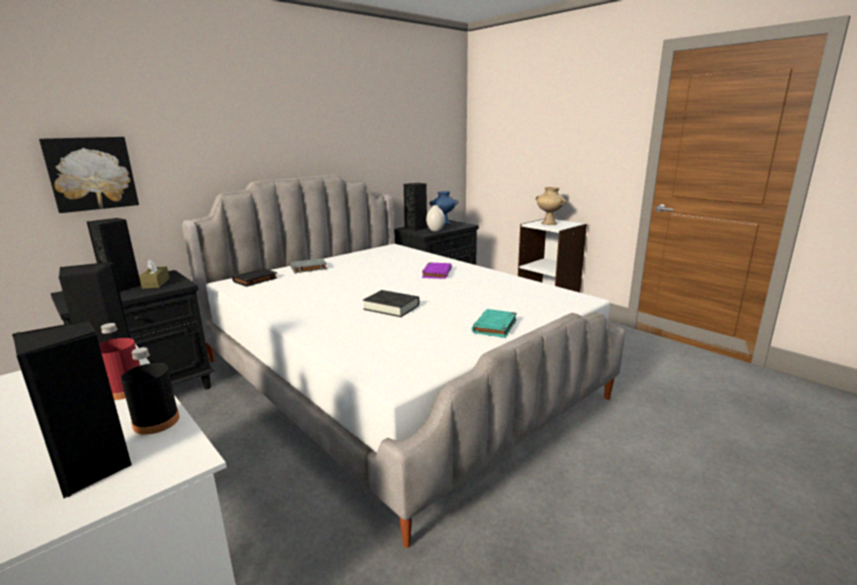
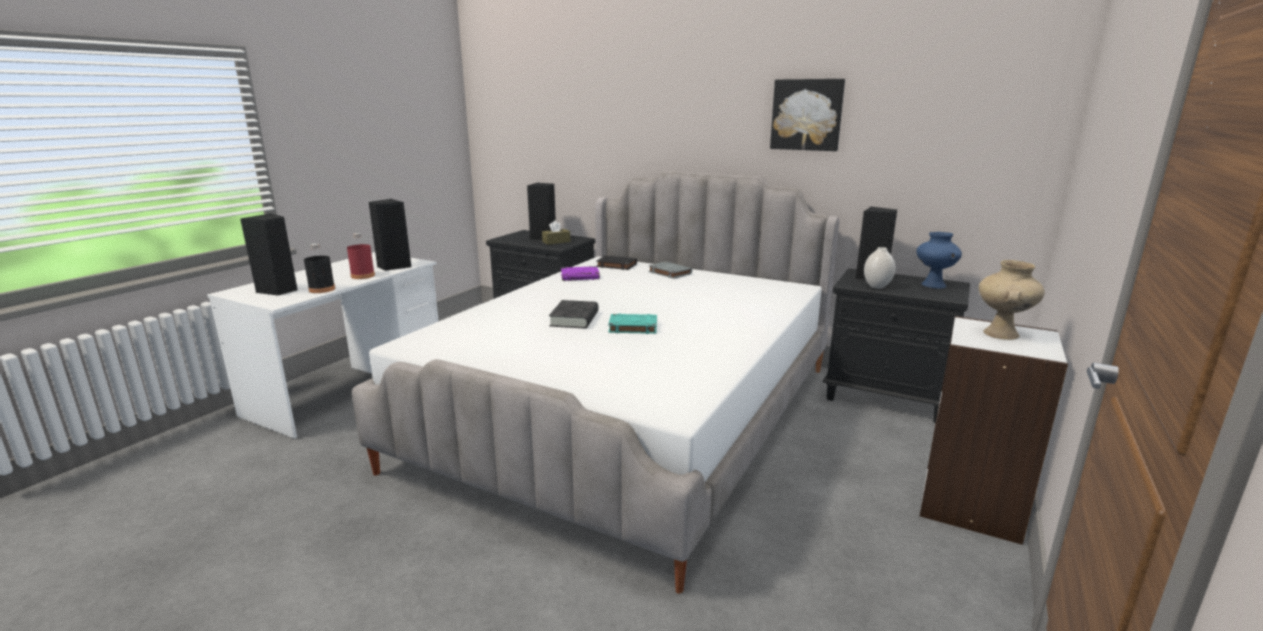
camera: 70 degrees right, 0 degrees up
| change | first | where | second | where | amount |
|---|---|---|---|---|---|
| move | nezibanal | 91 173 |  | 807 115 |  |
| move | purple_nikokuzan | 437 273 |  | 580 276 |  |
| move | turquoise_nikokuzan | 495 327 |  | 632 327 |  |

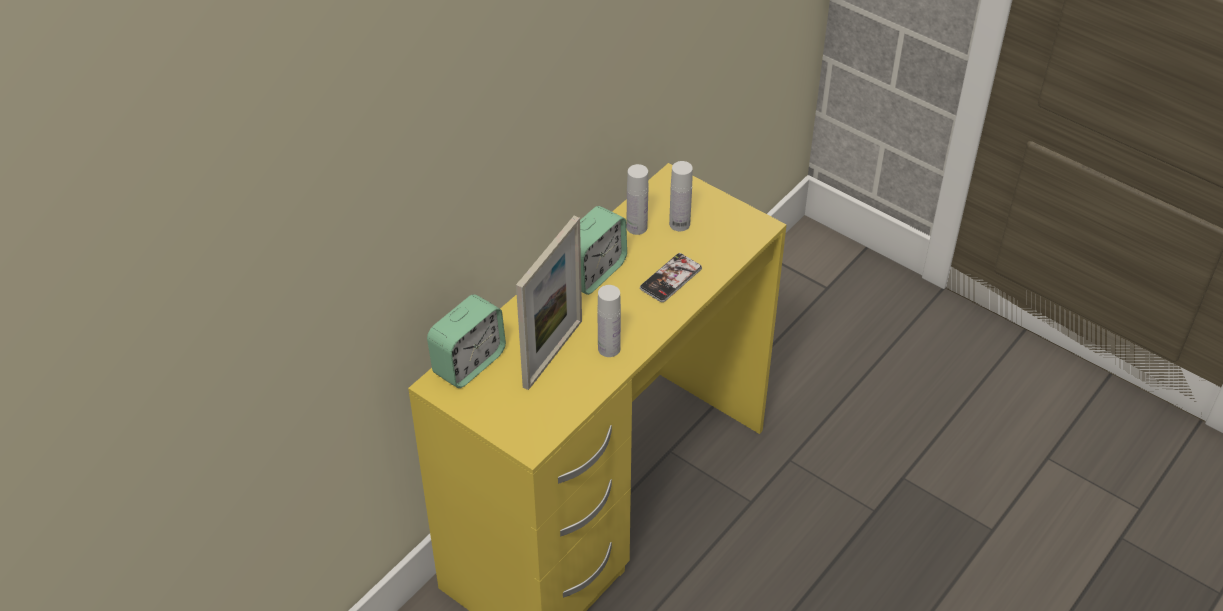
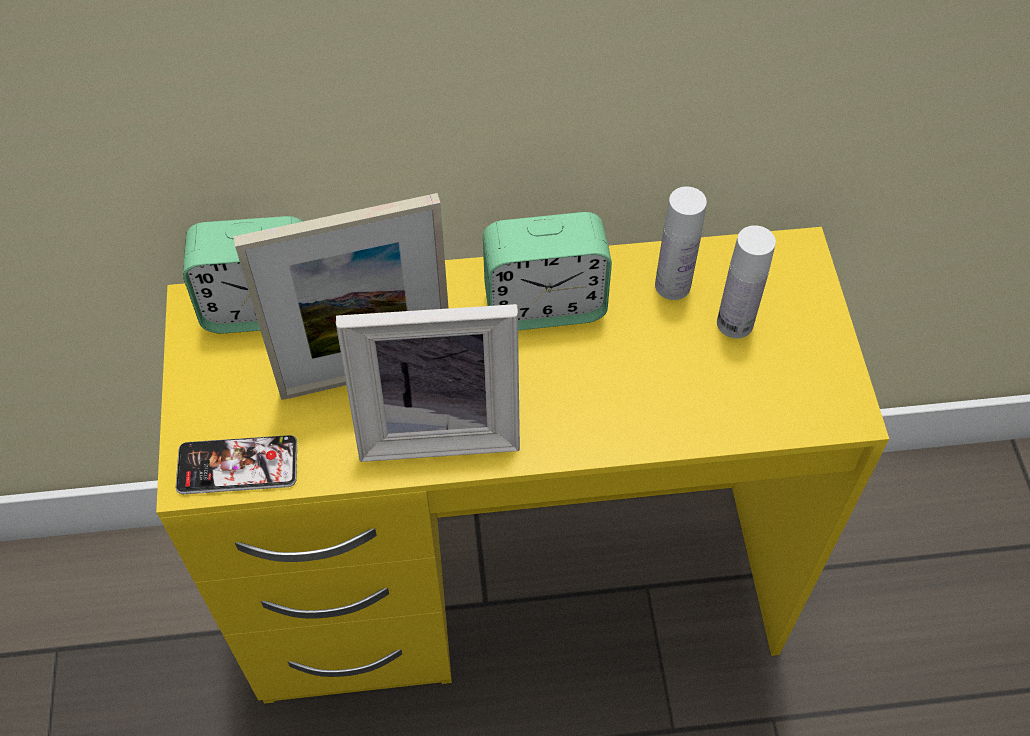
camera: 45 degrees right, 10 degrees up
| change | first | where | second | where | amount |
|---|---|---|---|---|---|
| move | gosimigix | 671 278 |  | 237 466 |  |
| replace | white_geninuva | 609 348 | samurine | 438 425 |  |

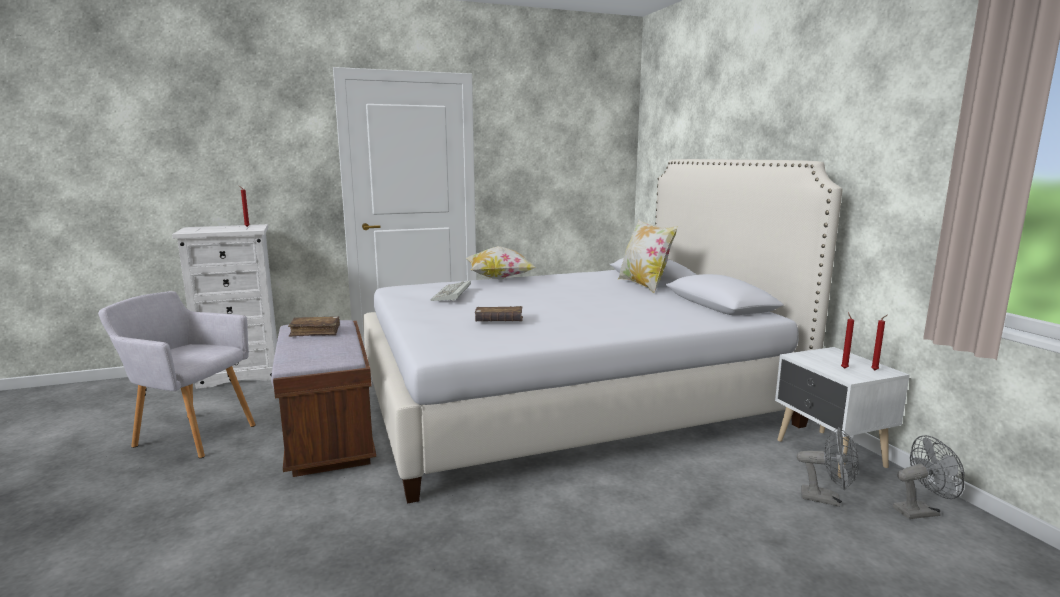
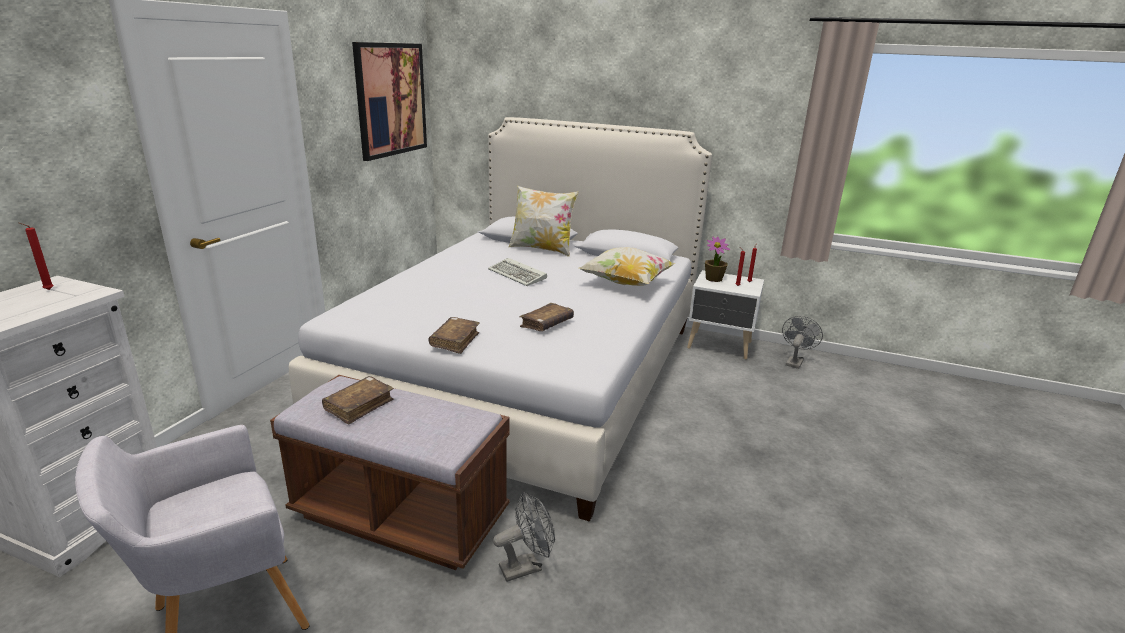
camera: 50 degrees left, 10 degrees up
| change | first | where | second | where | amount |
|---|---|---|---|---|---|
| insert |  |  | nezibanal | 391 99 |  |
| insert |  |  | brown_nikokuzan | 455 341 |  |
| insert |  |  | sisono | 714 279 |  |
| move | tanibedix | 452 294 |  | 518 275 |  |
| move | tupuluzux | 499 279 |  | 626 283 |  |
| move | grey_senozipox | 827 499 |  | 526 566 |  |

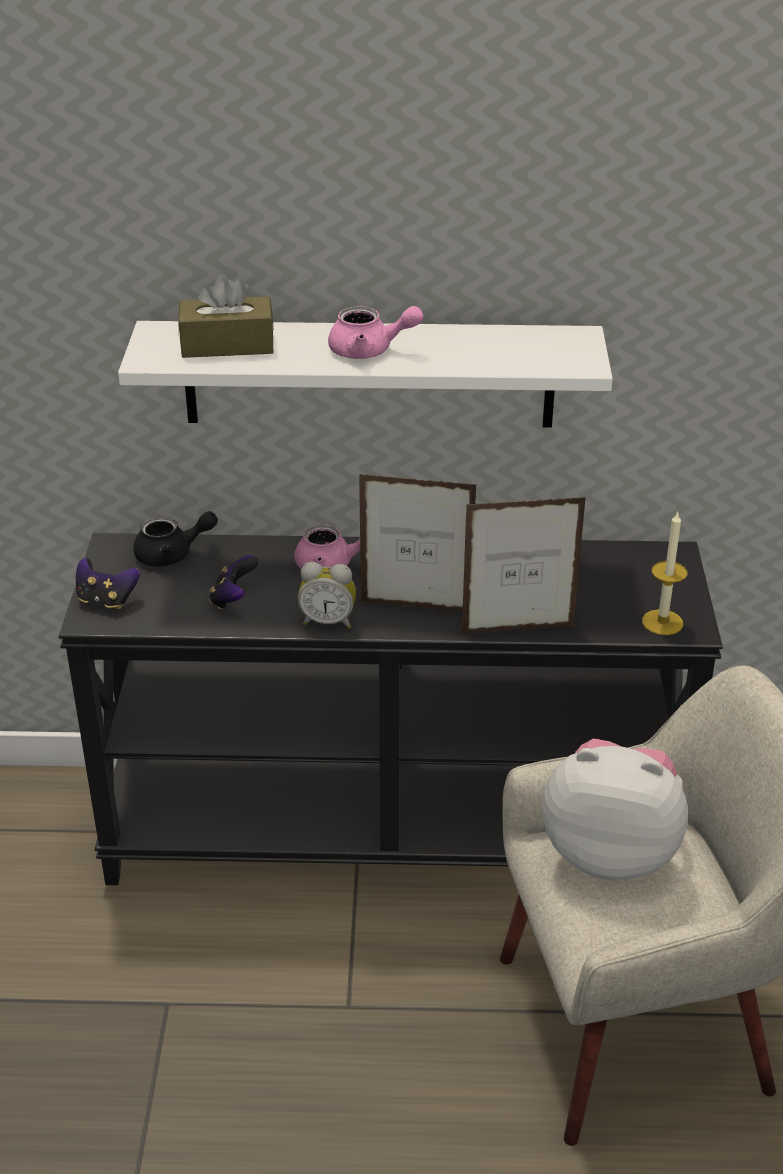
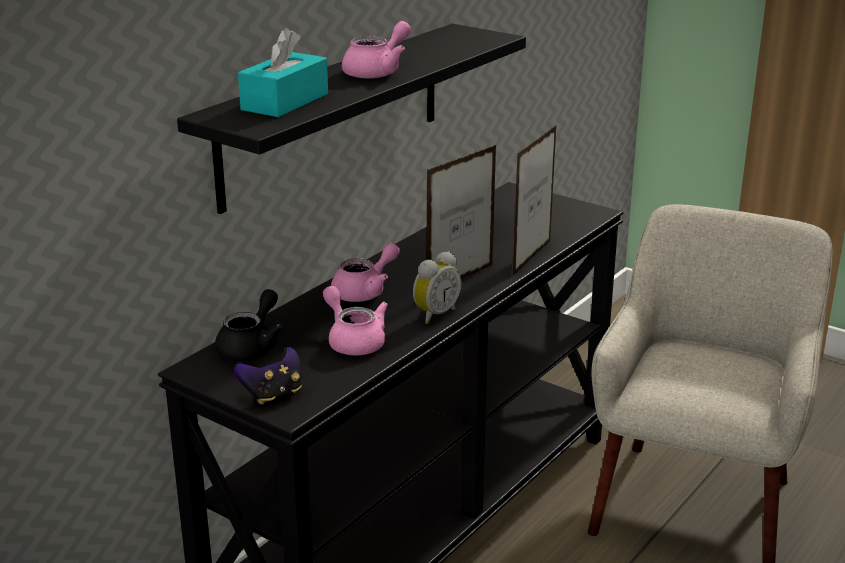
camera: 55 degrees left, 10 degrees down
| change | first | where | second | where | amount |
|---|---|---|---|---|---|
| delete | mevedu | 610 851 |  |  |  |
| delete | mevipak | 662 622 |  |  |  |
| replace | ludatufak | 233 599 | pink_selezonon | 353 341 |  |
| recolor | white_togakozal | 369 374 | black_togakozal | 333 114 |  |
| recolor | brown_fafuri | 227 345 | turquoise_fafuri | 285 102 |  |

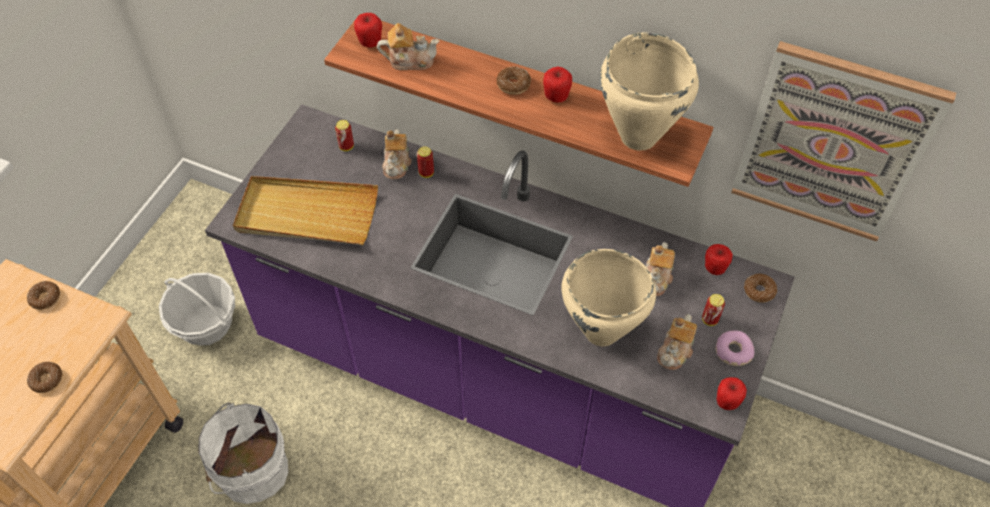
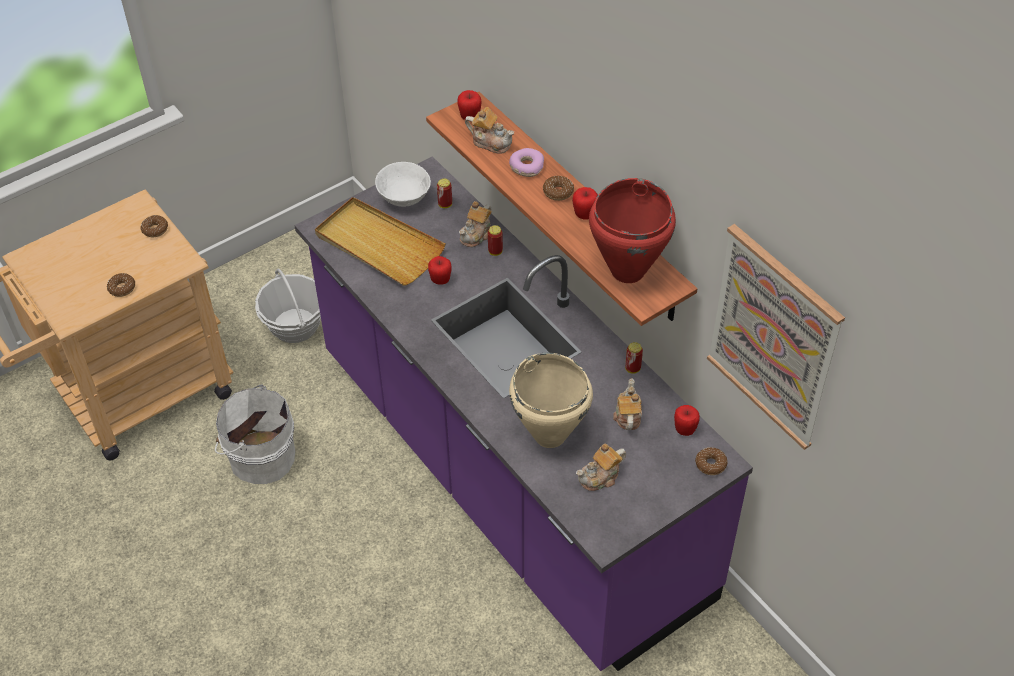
camera: 30 degrees right, 5 degrees down
| change | first | where | second | where | amount |
|---|---|---|---|---|---|
| insert |  |  | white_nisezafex | 403 199 |  |
| move | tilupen | 710 319 |  | 632 368 |  |
| move | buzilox | 733 351 |  | 526 167 |  |
| move | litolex | 727 402 |  | 440 280 |  |
| recolor | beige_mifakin | 638 137 | red_mifakin | 627 271 |  |
| rotate | selezonon | 656 279 |  | 627 415 | 135 degrees clockwise |

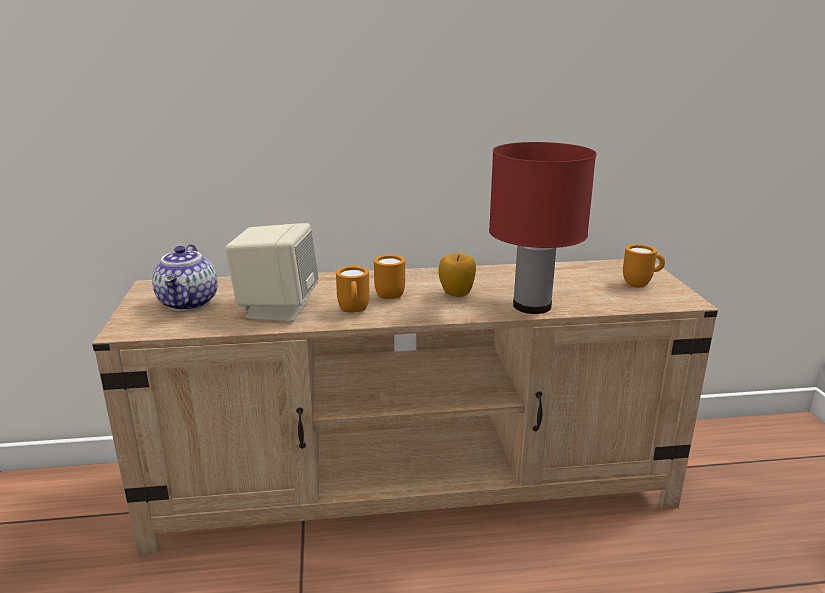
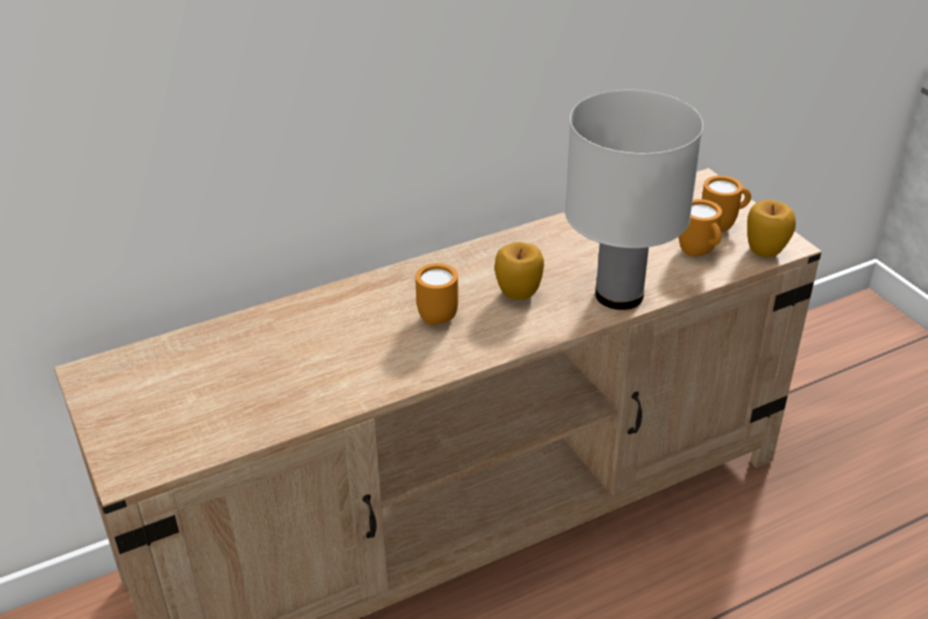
camera: 20 degrees left, 15 degrees up
| change | first | where | second | where | amount |
|---|---|---|---|---|---|
| delete | selezonon | 190 303 |  |  |  |
| delete | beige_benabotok | 277 309 |  |  |  |
| insert |  |  | litolex | 765 250 |  |
| move | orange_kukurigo | 354 312 |  | 699 253 |  |
| recolor | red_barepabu | 533 306 | white_barepabu | 620 295 |  |

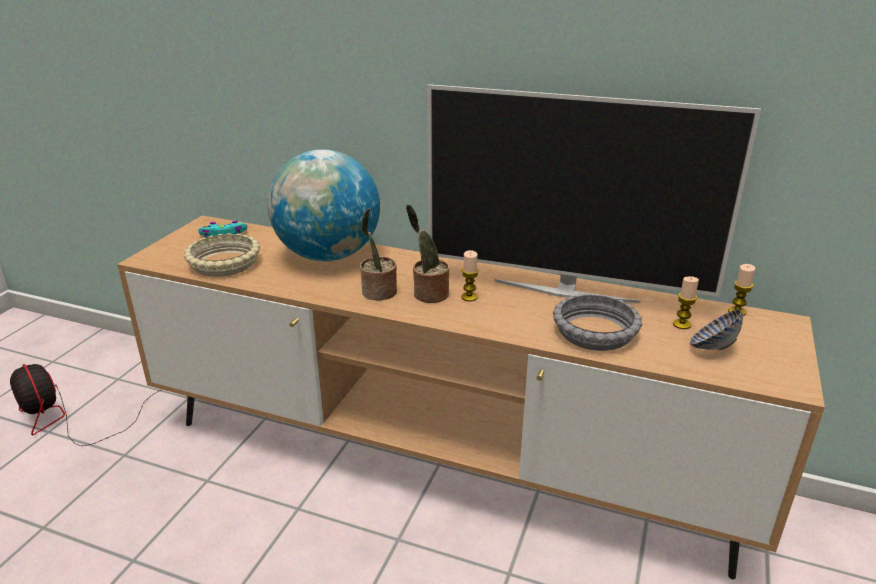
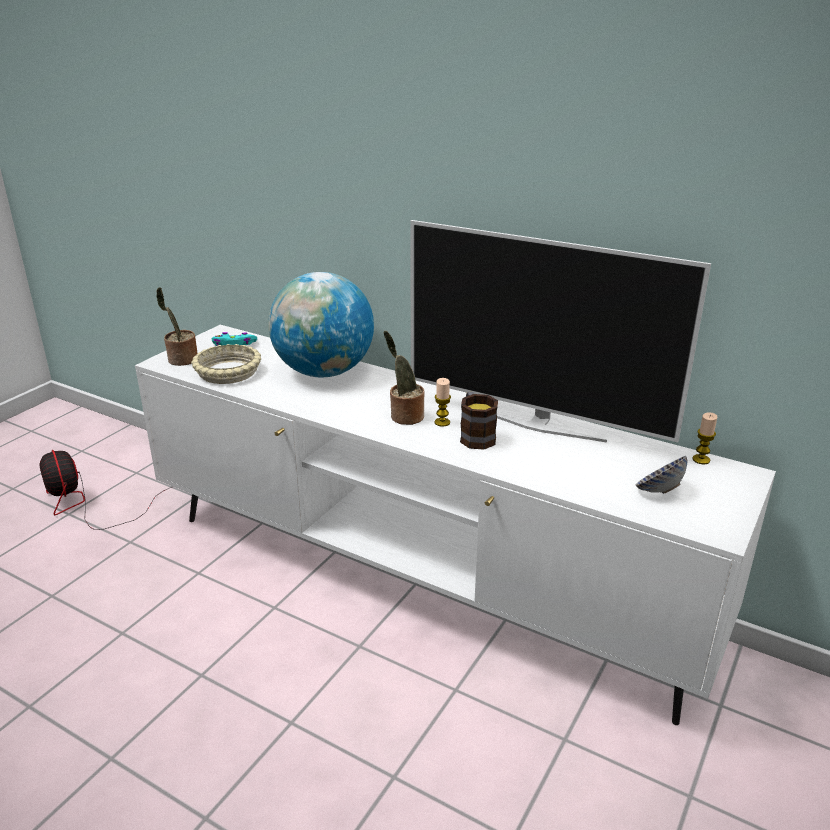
camera: 10 degrees right, 0 degrees up
| change | first | where | second | where | amount |
|---|---|---|---|---|---|
| delete | grey_nisezafex | 595 332 |  |  |  |
| delete | mevipak | 682 324 |  |  |  |
| insert |  |  | kukurigo | 475 435 |  |
| move | sisono | 378 293 |  | 181 360 |  |
| recolor | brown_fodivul | 439 460 | white_fodivul | 416 580 |  |

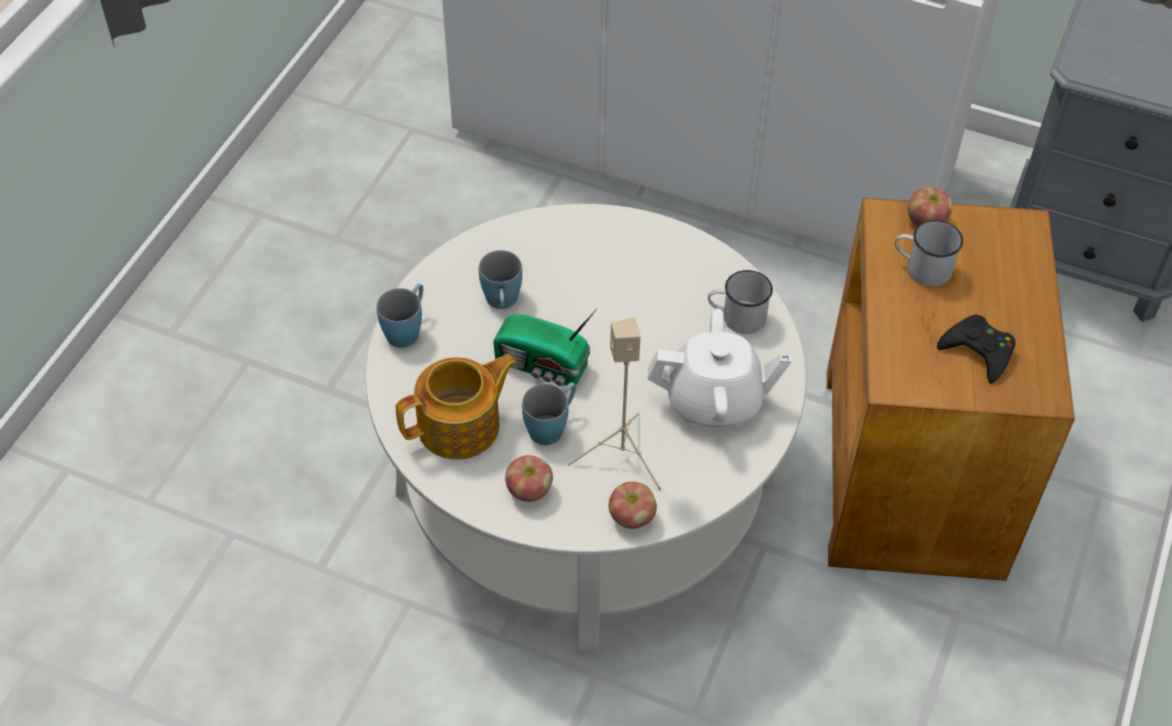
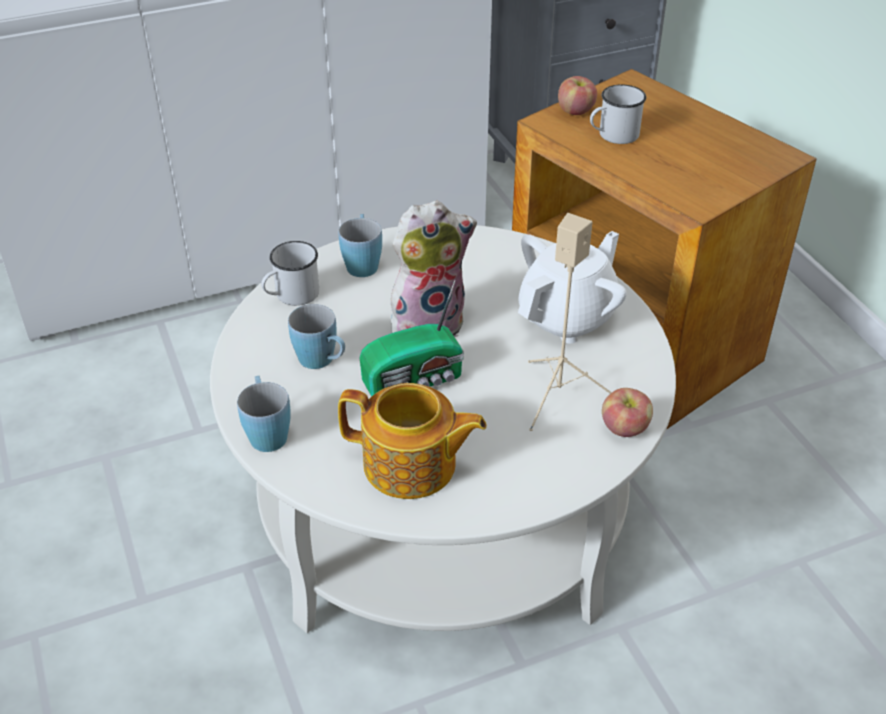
camera: 45 degrees left, 10 degrees down
| change | first | where | second | where | amount |
|---|---|---|---|---|---|
| delete | litolex | 529 491 |  |  |  |
| delete | black_ludatufak | 978 352 |  |  |  |
| insert |  |  | mevedu | 428 323 |  |
| move | blue_kukurigo | 552 426 |  | 362 262 |  |
| move | white_kukurigo | 737 317 |  | 291 296 |  |
| rotate | selezonon | 461 426 |  | 411 466 | 90 degrees clockwise |

